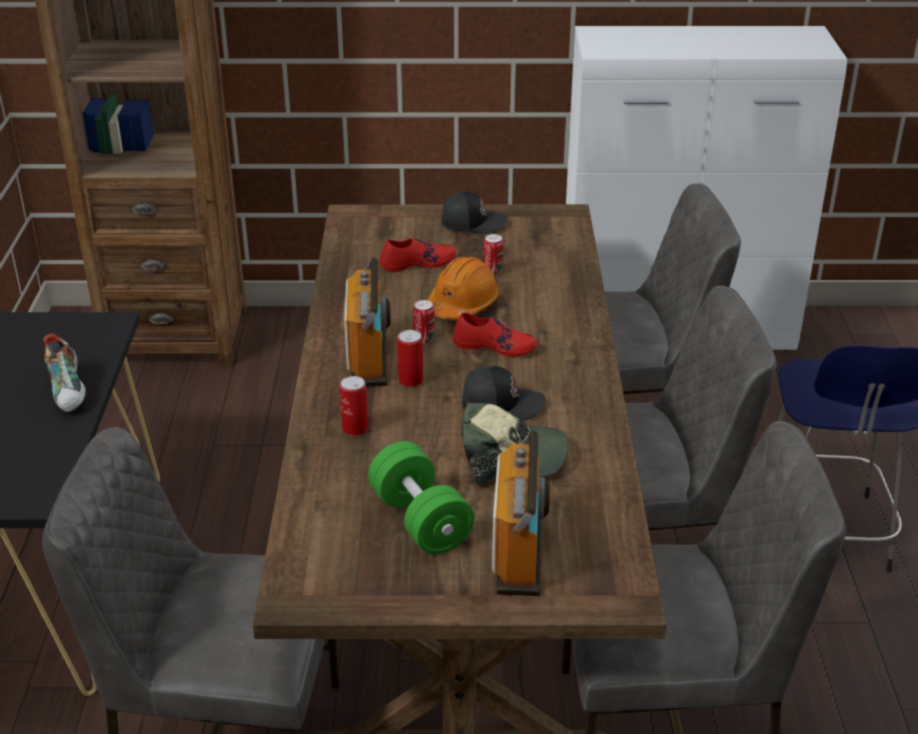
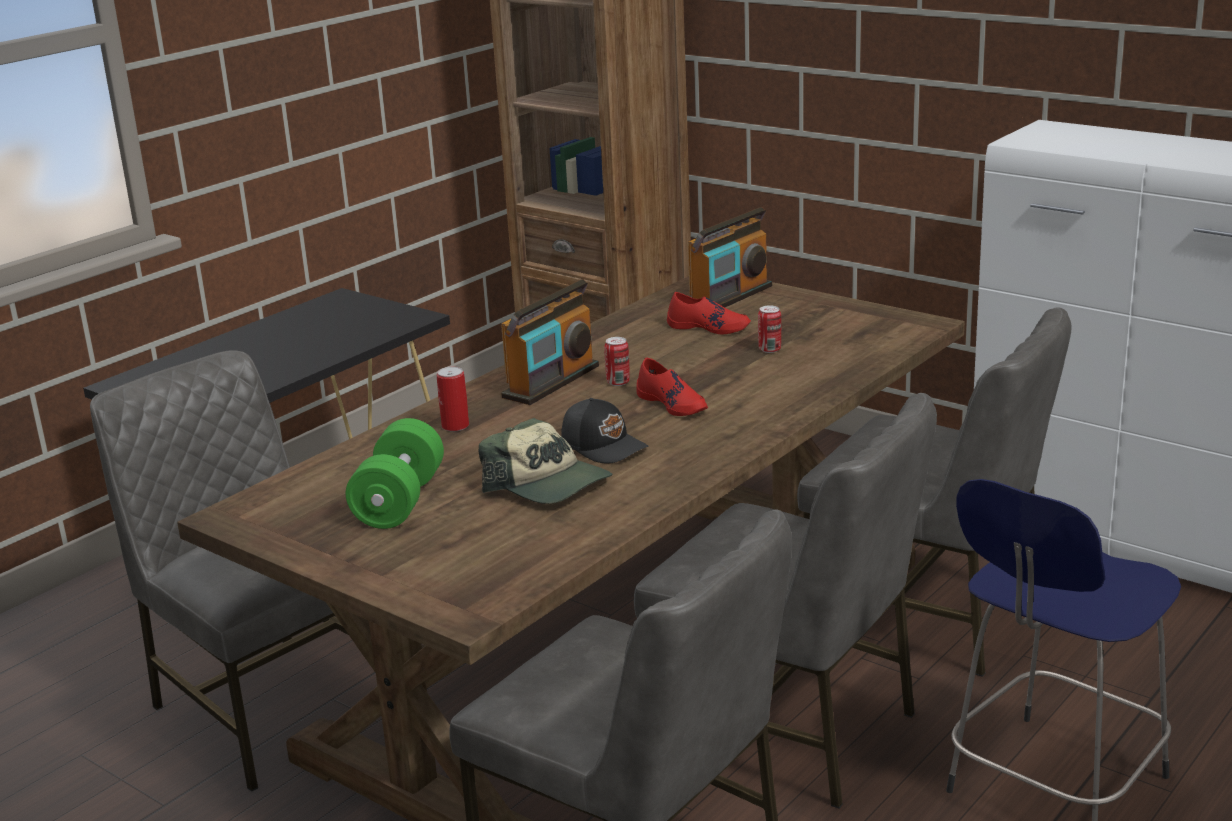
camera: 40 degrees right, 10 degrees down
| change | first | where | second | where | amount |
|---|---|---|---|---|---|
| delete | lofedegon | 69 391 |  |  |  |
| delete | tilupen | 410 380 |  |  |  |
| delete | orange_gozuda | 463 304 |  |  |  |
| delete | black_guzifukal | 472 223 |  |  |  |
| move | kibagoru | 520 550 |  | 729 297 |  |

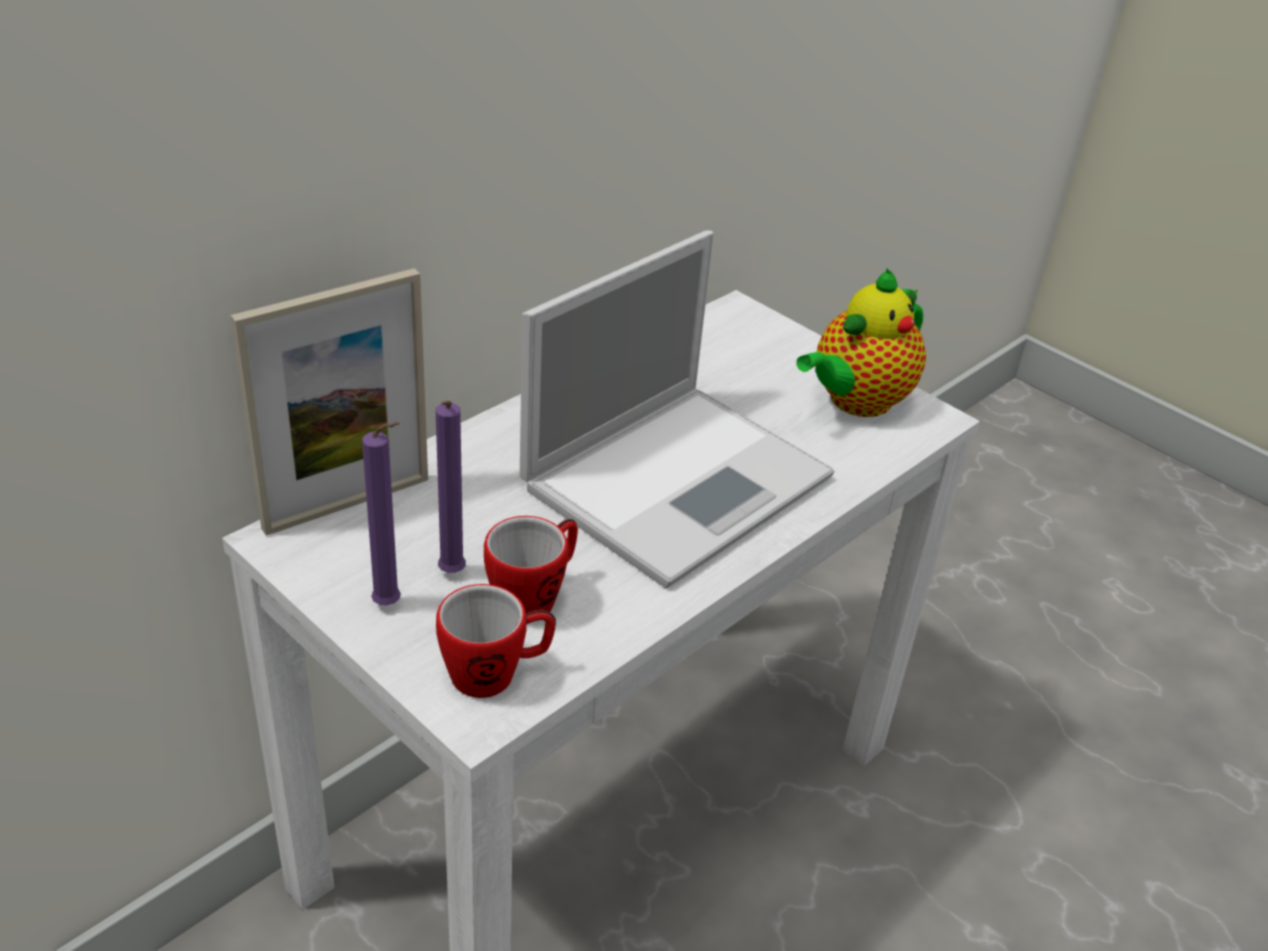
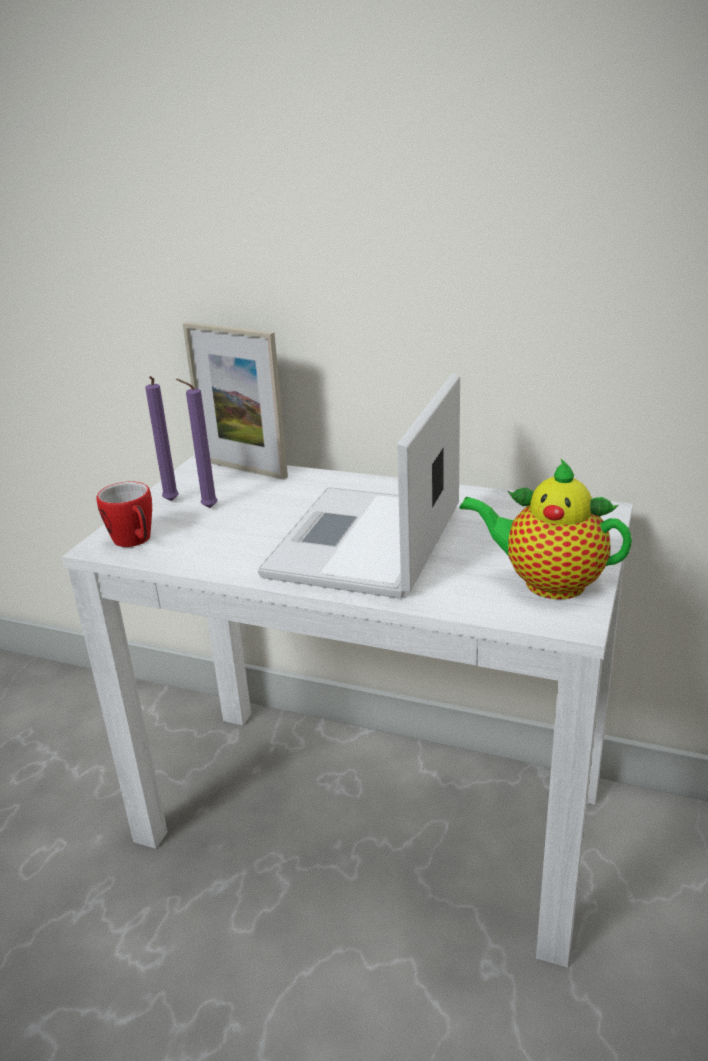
camera: 70 degrees right, 10 degrees down
| change | first | where | second | where | amount |
|---|---|---|---|---|---|
| delete | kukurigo | 535 596 |  |  |  |
| rotate | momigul | 681 479 |  | 364 544 | 90 degrees clockwise |

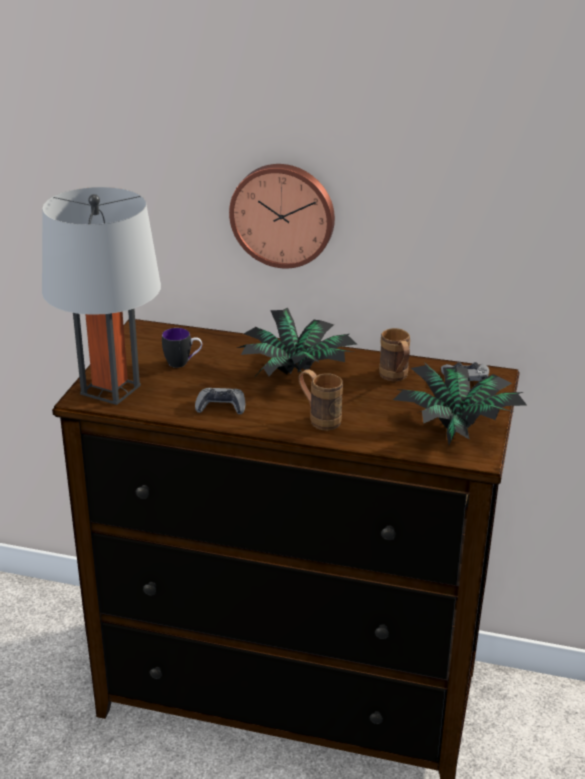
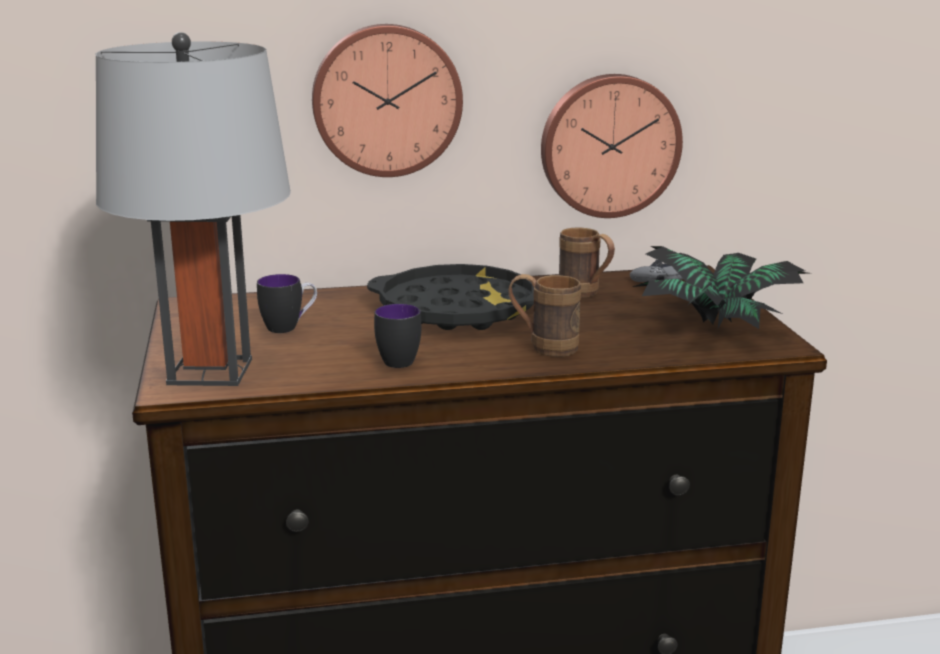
camera: 25 degrees left, 10 degrees down
| change | first | where | second | where | amount |
|---|---|---|---|---|---|
| insert |  |  | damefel | 609 145 |  |
| replace | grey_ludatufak | 221 406 | kukurigo | 395 359 |  |
| replace | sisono | 297 373 | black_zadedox | 457 310 |  |

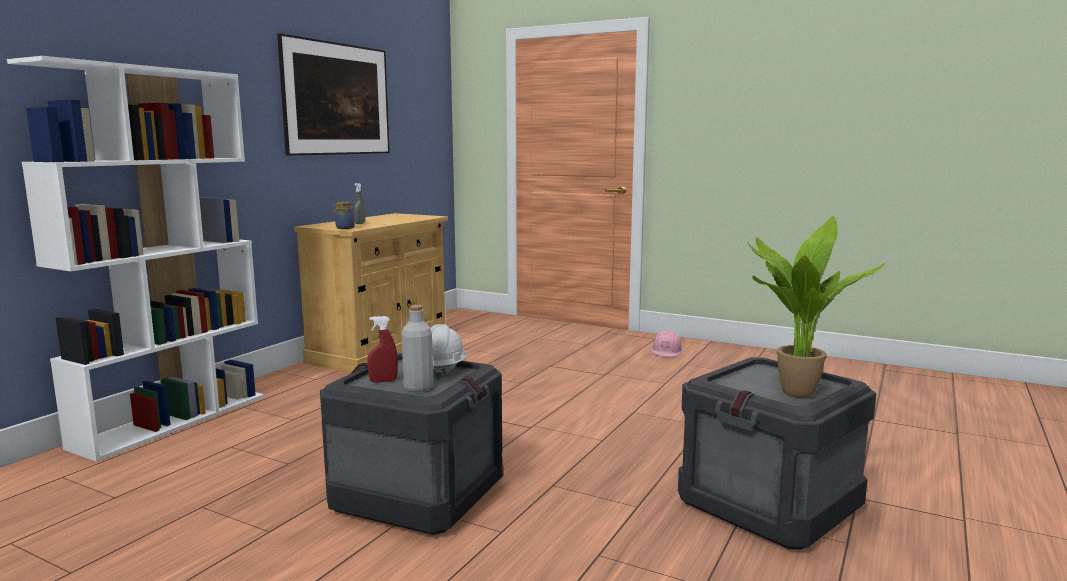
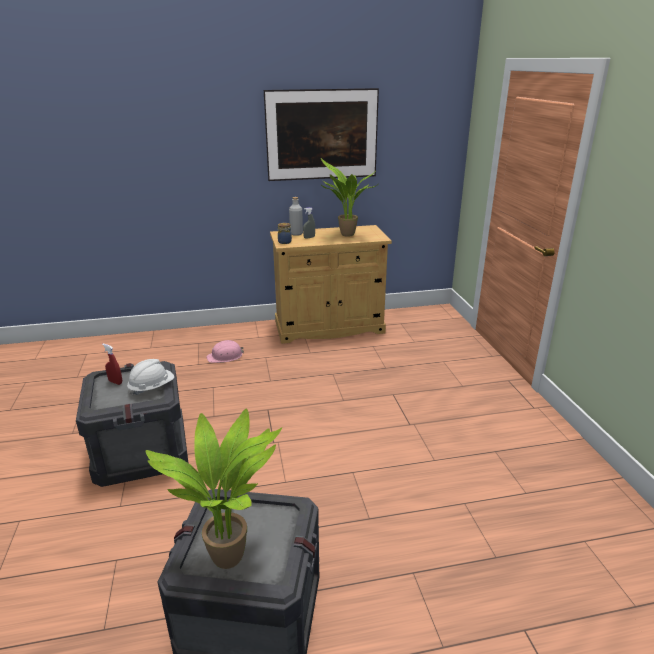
camera: 50 degrees right, 15 degrees up
| change | first | where | second | where | amount |
|---|---|---|---|---|---|
| delete | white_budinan | 173 420 |  |  |  |
| insert |  |  | sisono | 346 235 |  |
| move | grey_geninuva | 418 388 |  | 296 234 |  |
| move | pink_gozuda | 666 351 |  | 225 356 |  |

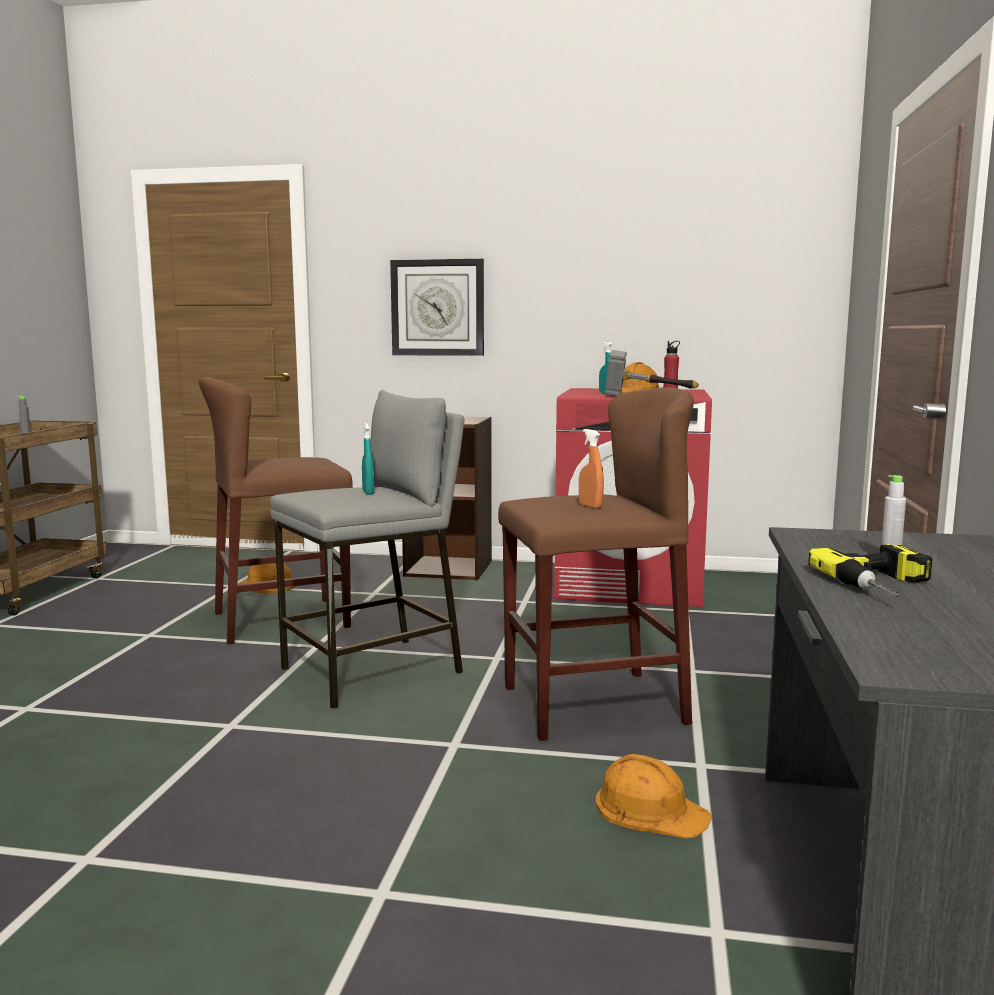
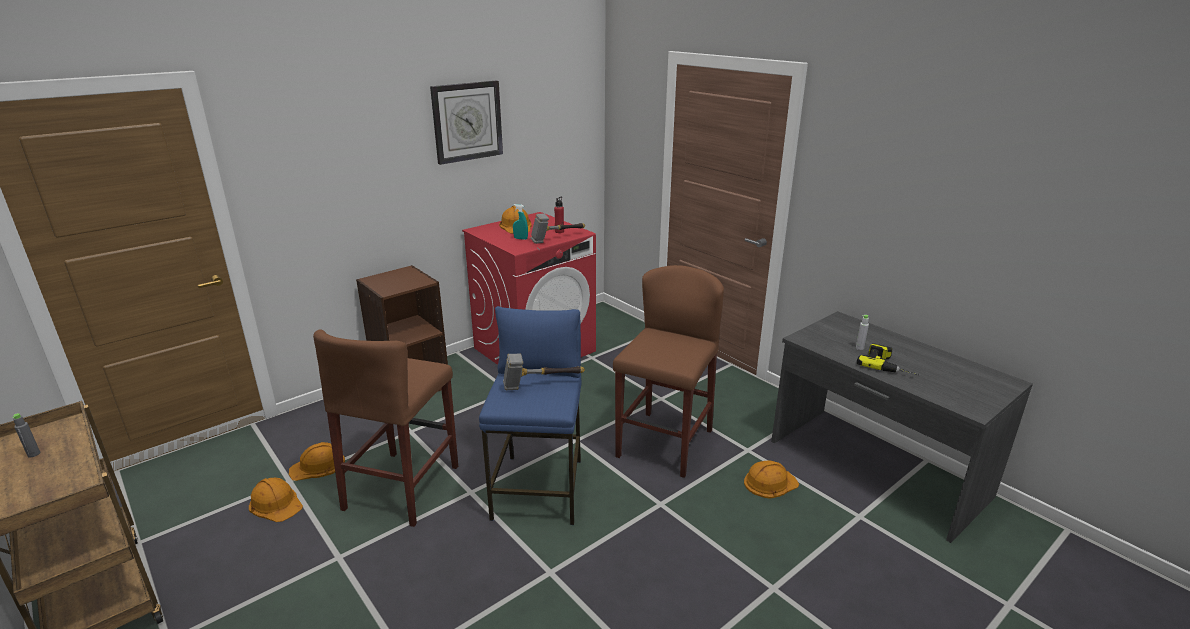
camera: 50 degrees left, 15 degrees up
| change | first | where | second | where | amount |
|---|---|---|---|---|---|
| delete | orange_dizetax | 590 506 |  |  |  |
| insert |  |  | orange_gozuda | 276 503 |  |
| move | damefel | 437 308 |  | 467 121 |  |
| replace | turquoise_dizetax | 368 492 | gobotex | 541 385 |  |
| recolor | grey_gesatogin | 373 671 | blue_gesatogin | 539 488 |  |

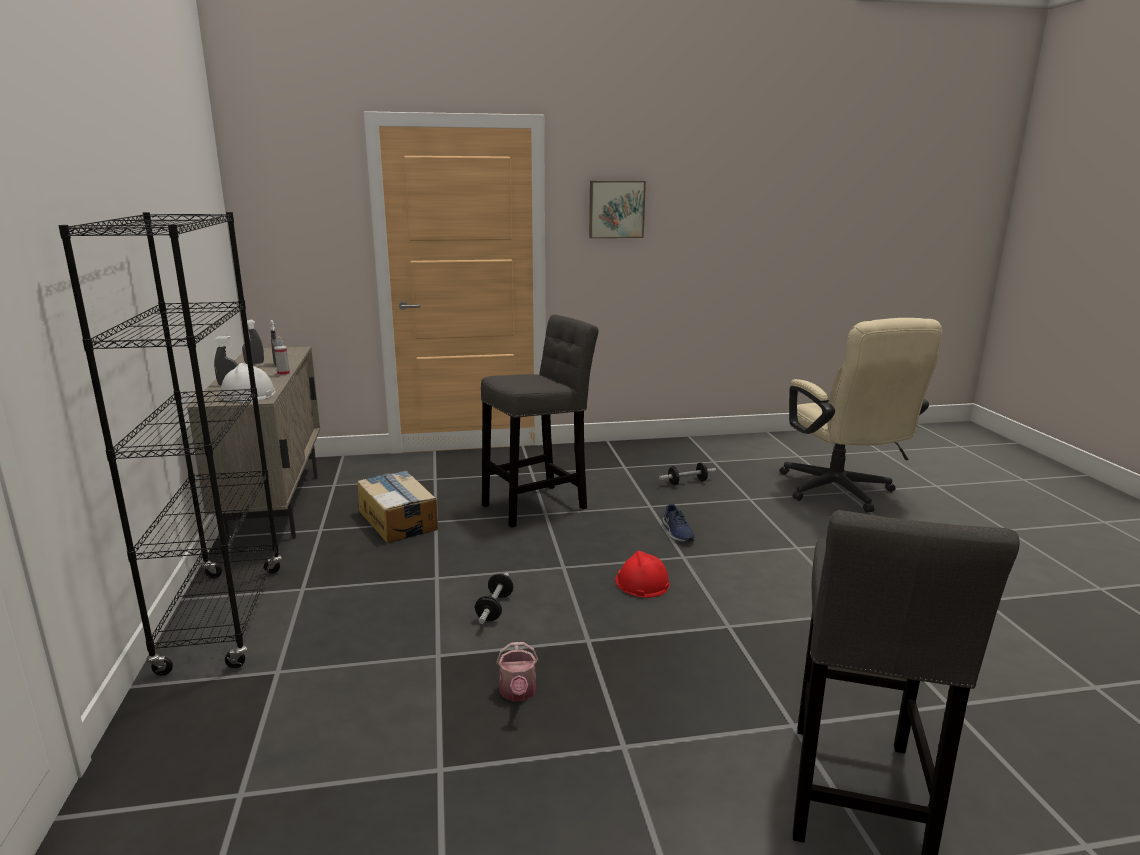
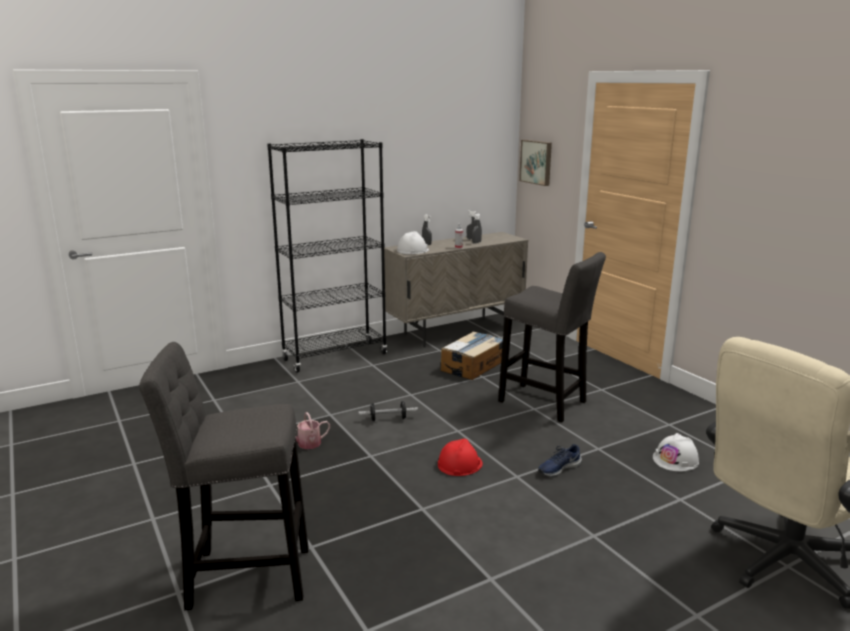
camera: 70 degrees right, 0 degrees up
| change | first | where | second | where | amount |
|---|---|---|---|---|---|
| move | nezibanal | 616 209 |  | 537 162 |  |
| replace | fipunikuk | 687 482 | white_gozuda | 675 460 |  |

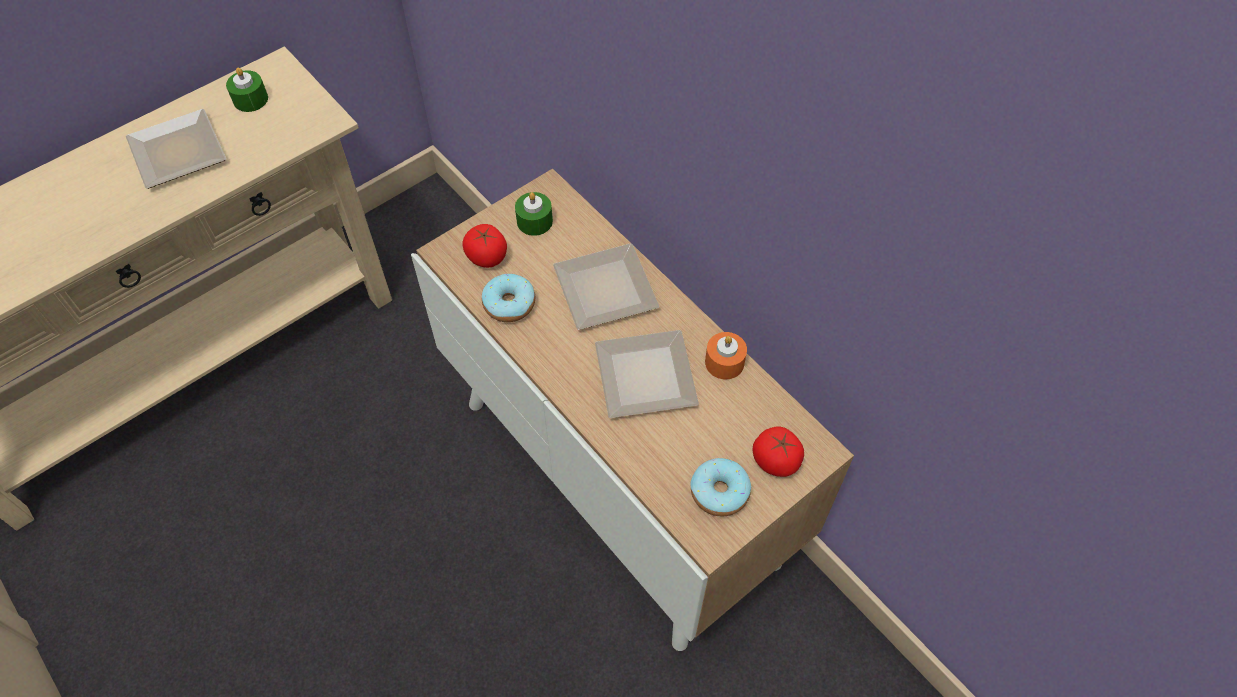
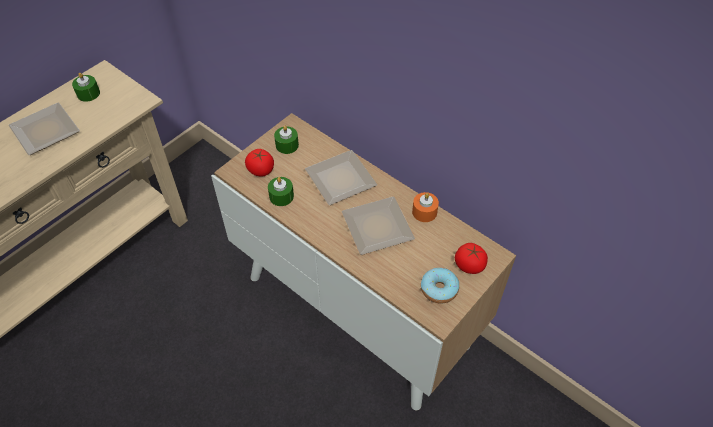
camera: 10 degrees left, 5 degrees down
| change | first | where | second | where | amount |
|---|---|---|---|---|---|
| replace | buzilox | 509 304 | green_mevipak | 281 196 |  |

